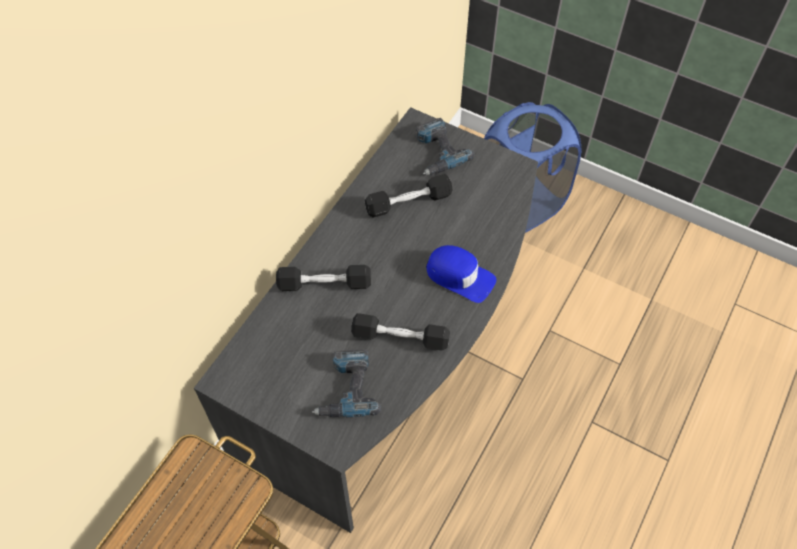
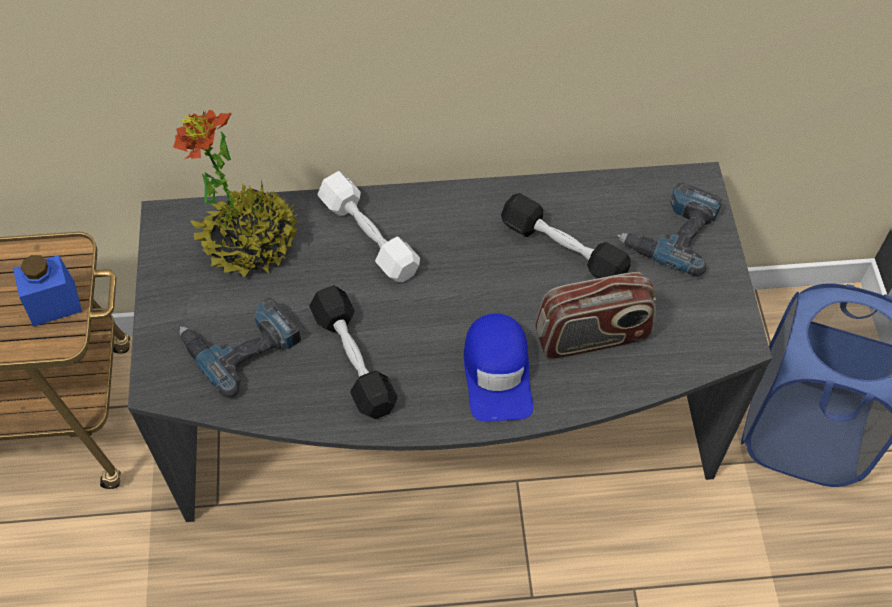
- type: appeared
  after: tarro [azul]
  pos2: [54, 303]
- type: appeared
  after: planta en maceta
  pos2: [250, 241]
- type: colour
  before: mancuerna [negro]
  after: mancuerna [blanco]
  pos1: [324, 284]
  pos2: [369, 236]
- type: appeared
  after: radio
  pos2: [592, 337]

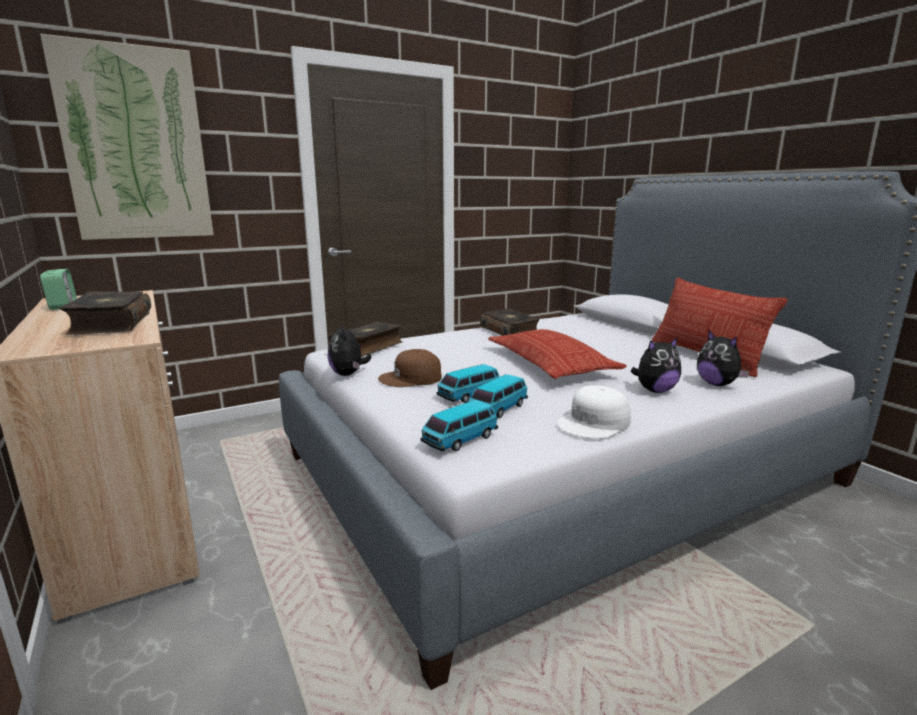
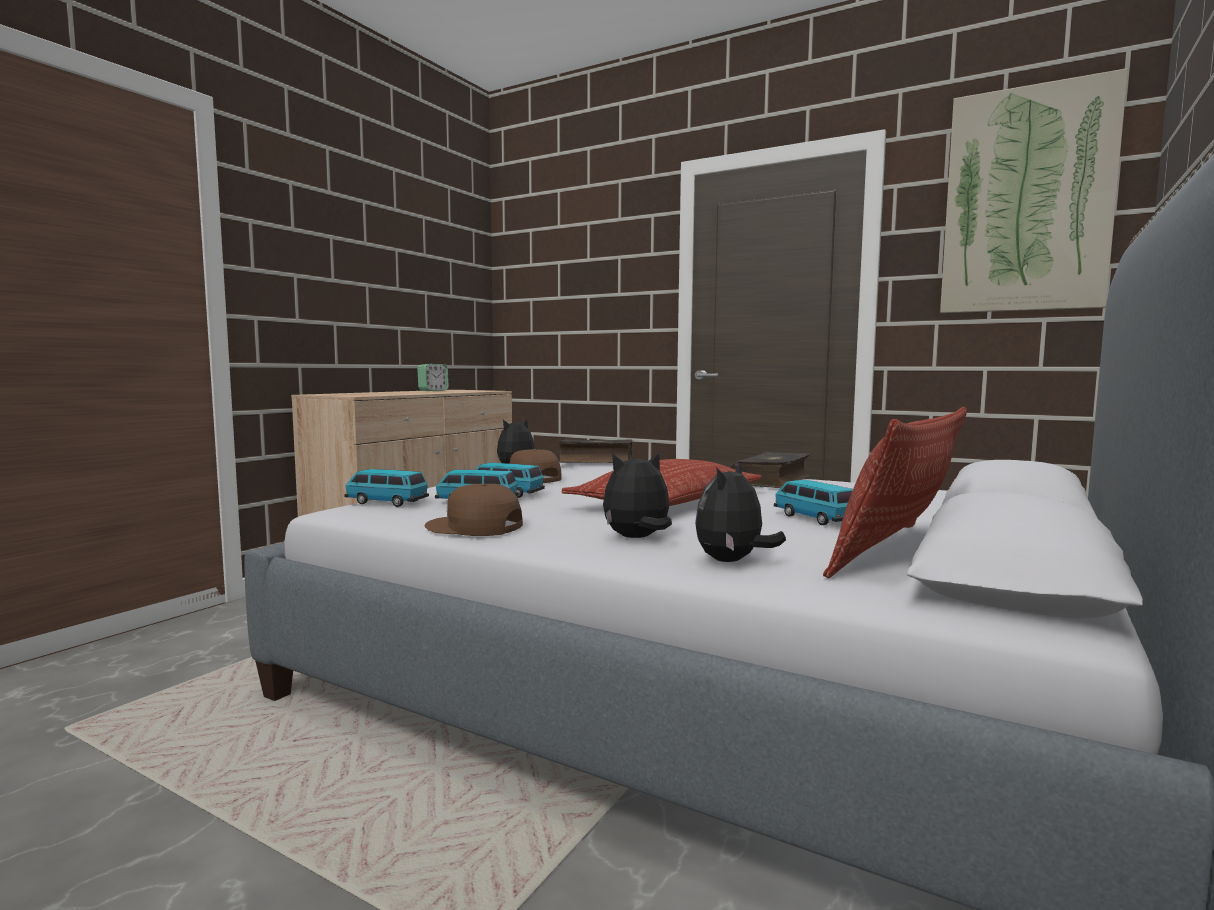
- type: colour
  before: gorra [blanco]
  after: gorra [marrón]
  pos1: [594, 423]
  pos2: [474, 527]
- type: spun
  before: peluche
  pos1: [655, 390]
  pos2: [637, 538]
  turn: 120
- type: appeared
  after: coche de juguete
  pos2: [815, 518]
- type: relocated
  before: cuadro
  pos1: [135, 145]
  pos2: [1027, 201]
- type: missing
  before: libro
  pos1: [110, 324]

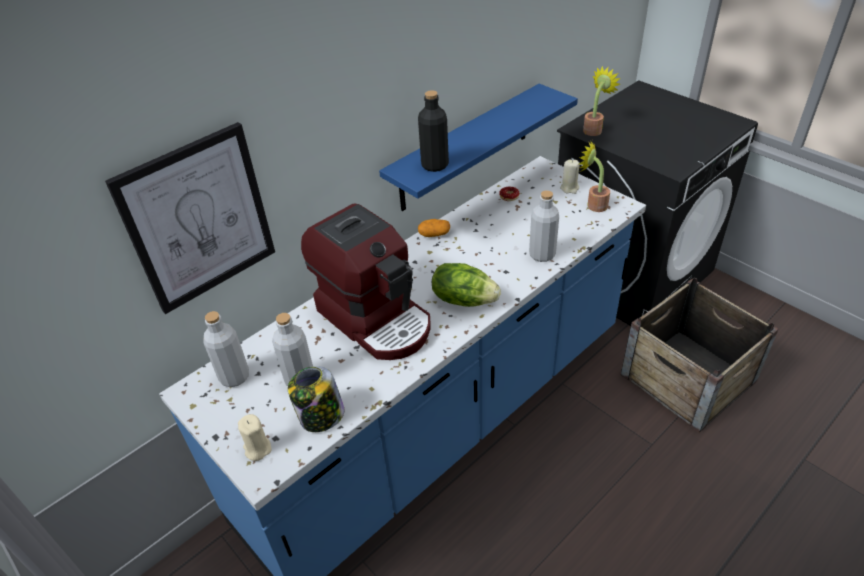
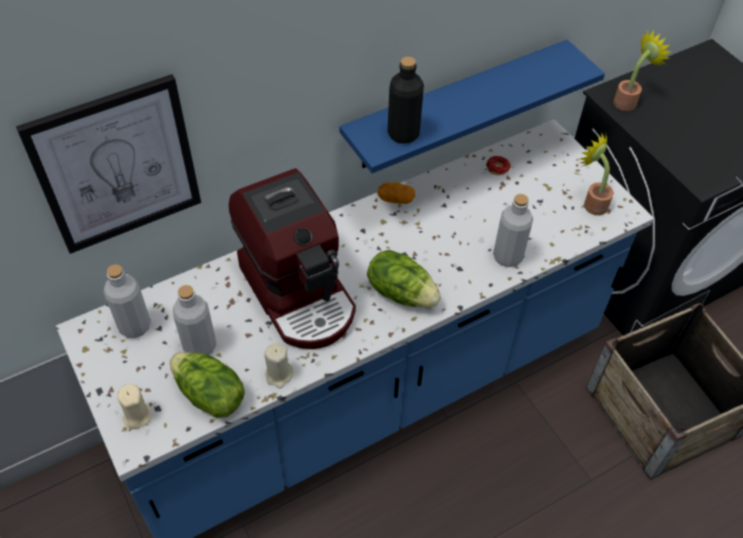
- type: exchanged
  before: tarro
  after: lechuga
  pos1: [321, 416]
  pos2: [209, 396]
- type: relocated
  before: vela [beis]
  pos1: [569, 188]
  pos2: [279, 375]

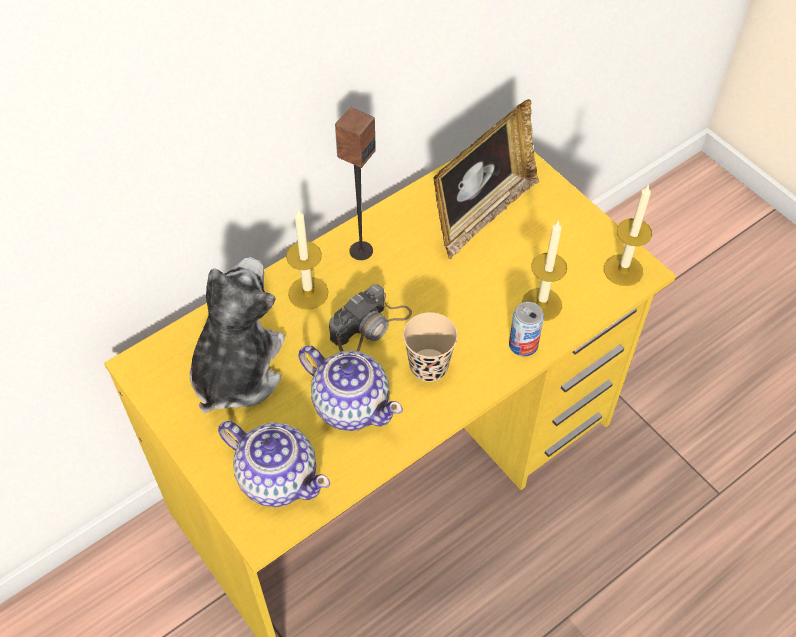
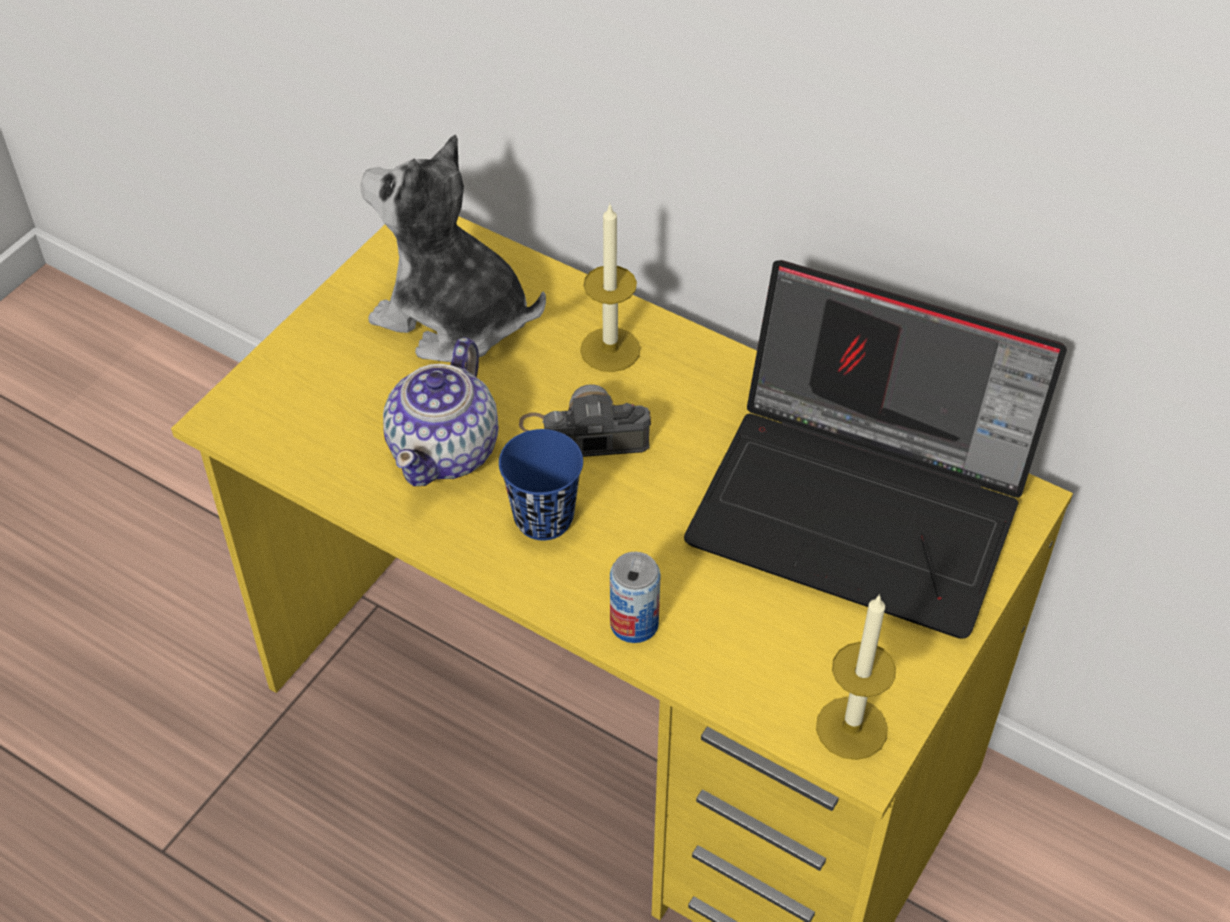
- type: spun
  before: peluche
  pos1: [237, 370]
  pos2: [453, 318]
  turn: -150
- type: colour
  before: taza [beis]
  after: taza [azul]
  pos1: [428, 366]
  pos2: [543, 518]
- type: spun
  before: cámara
  pos1: [370, 326]
  pos2: [585, 433]
  turn: 150
- type: exchanged
  before: portarretratos
  after: portátil
  pos1: [482, 213]
  pos2: [865, 506]
- type: missing
  before: tetera
  pos1: [277, 476]
- type: missing
  before: altavoz
  pos1: [360, 250]
- type: missing
  before: vela
  pos1: [541, 304]

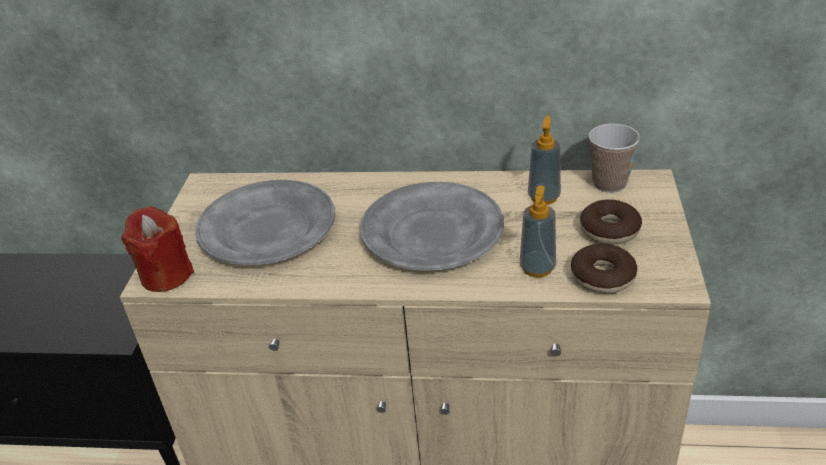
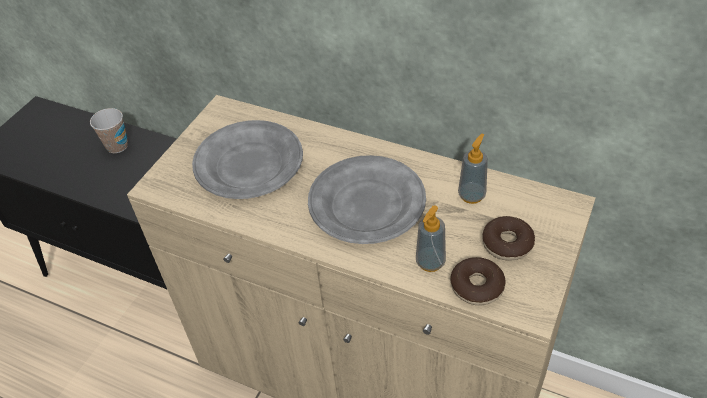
- type: relocated
  before: taza
  pos1: [609, 184]
  pos2: [117, 146]
- type: missing
  before: vela [rojo]
  pos1: [166, 275]

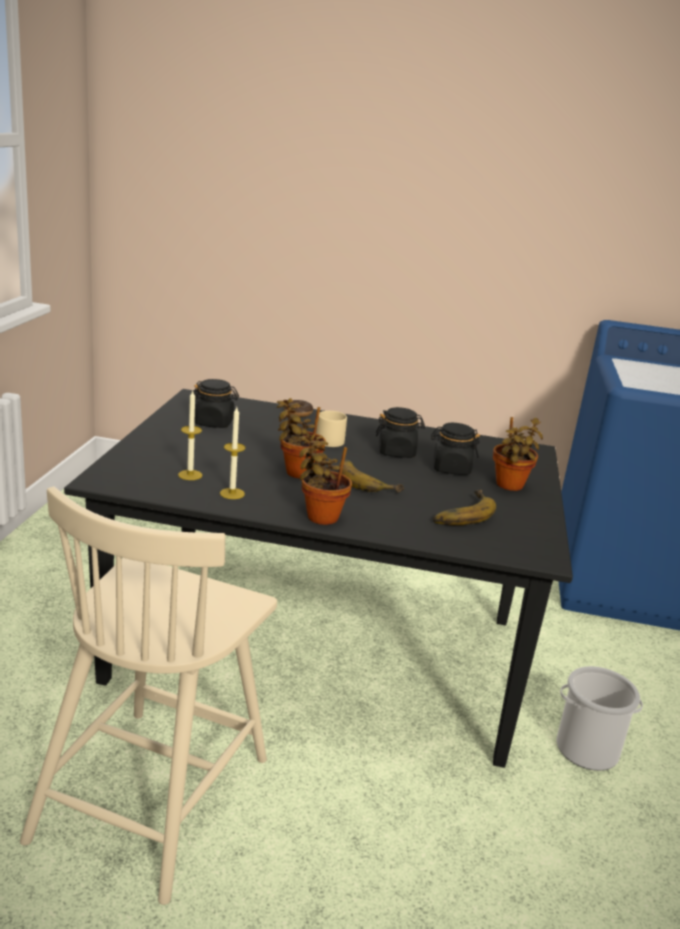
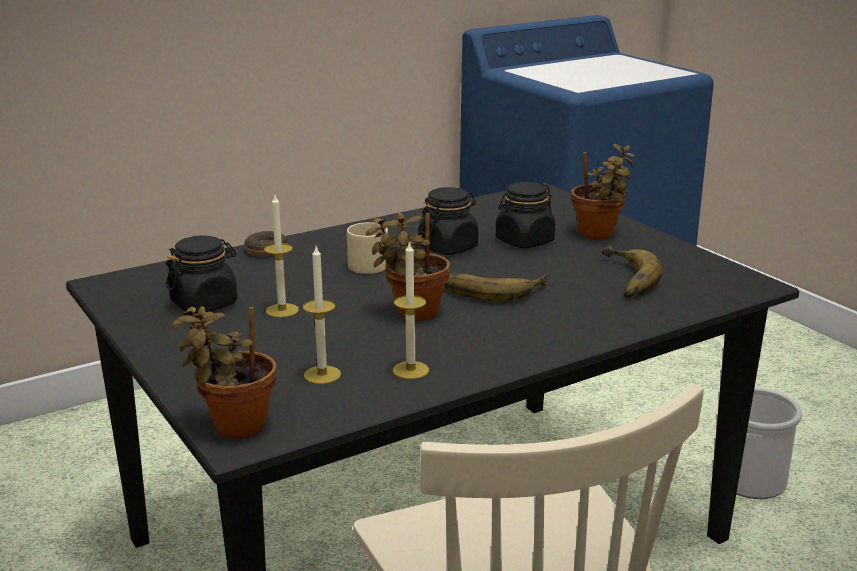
- type: relocated
  before: planta en maceta
  pos1: [320, 516]
  pos2: [234, 426]
- type: appeared
  after: vela
  pos2: [282, 310]

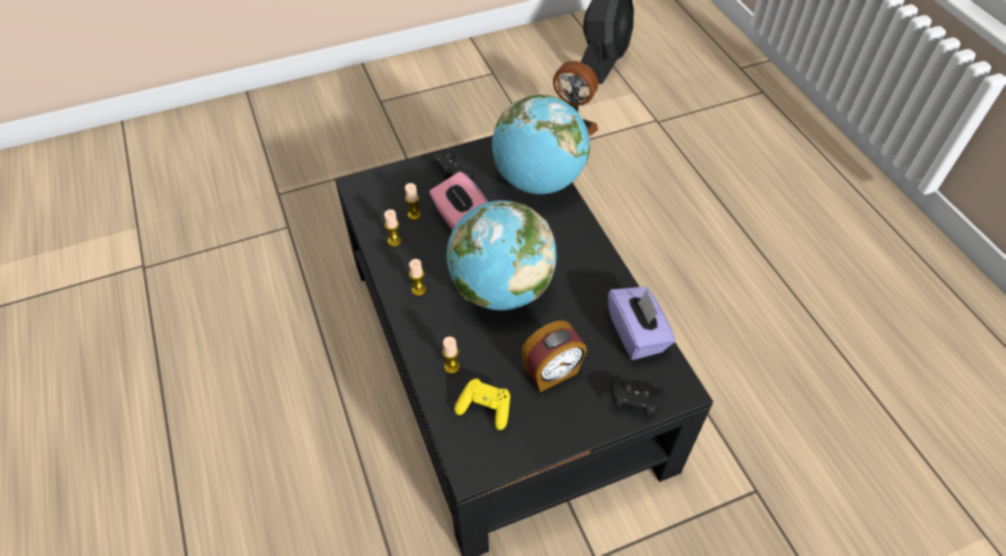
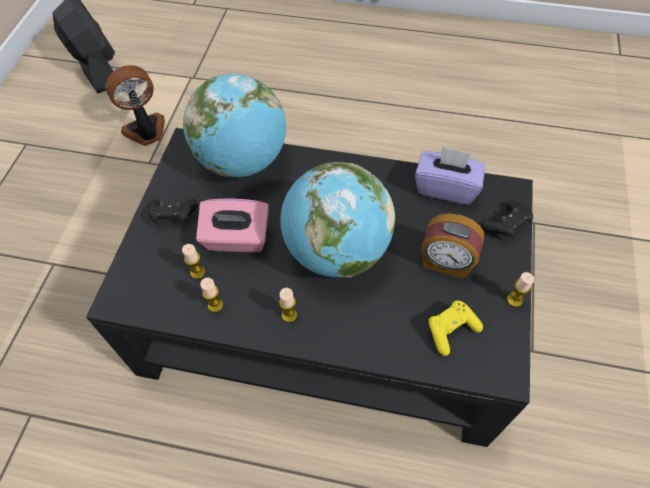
- type: spun
  before: despertador
  pos1: [552, 373]
  pos2: [446, 263]
  turn: 105
- type: relocated
  before: vela
  pos1: [452, 367]
  pos2: [514, 300]

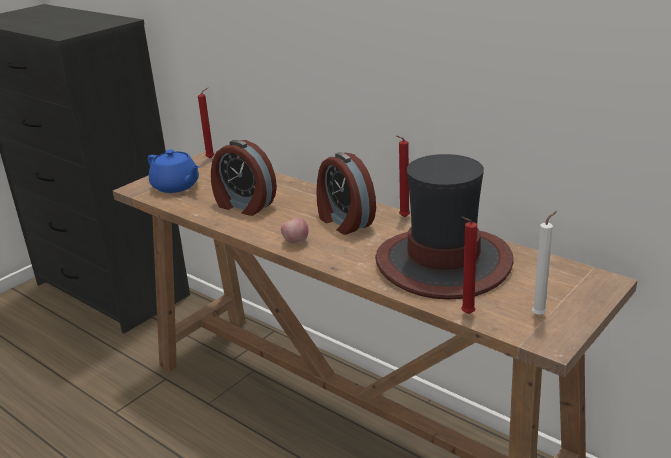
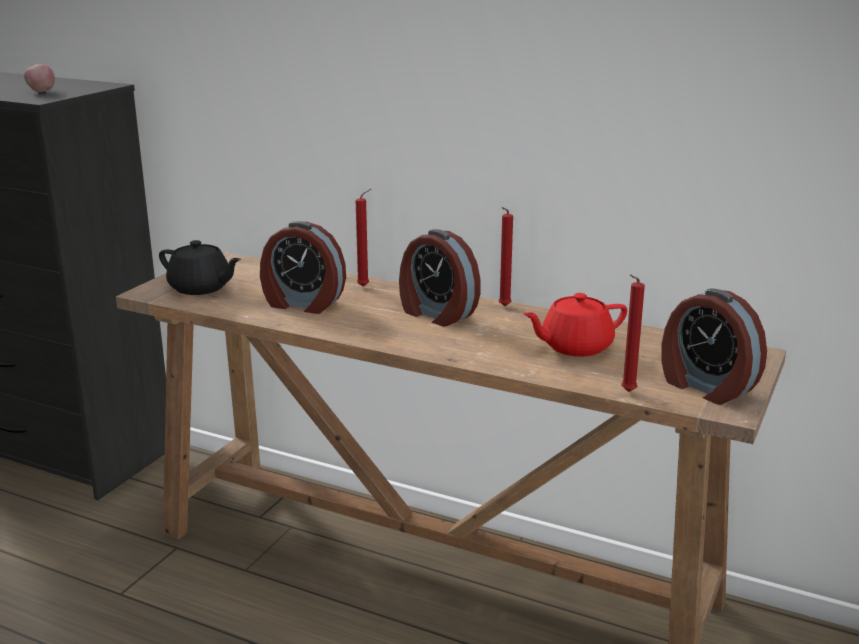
- type: relocated
  before: manzana
  pos1: [295, 242]
  pos2: [41, 92]
- type: colour
  before: tetera [azul]
  after: tetera [negro]
  pos1: [176, 186]
  pos2: [201, 288]
- type: relocated
  before: vela [rojo]
  pos1: [212, 158]
  pos2: [365, 286]
- type: exchanged
  before: sombrero
  after: tetera [rojo]
  pos1: [443, 263]
  pos2: [575, 347]
- type: exchanged
  before: vela [blanco]
  after: despertador
  pos1: [540, 314]
  pos2: [705, 387]

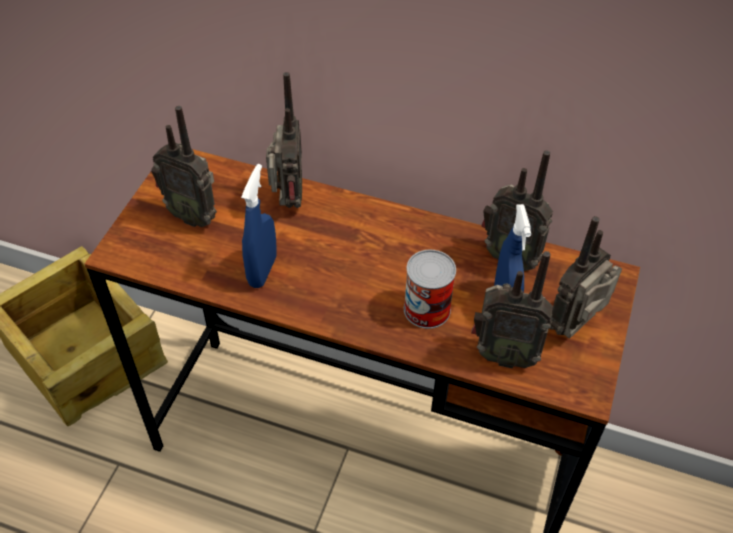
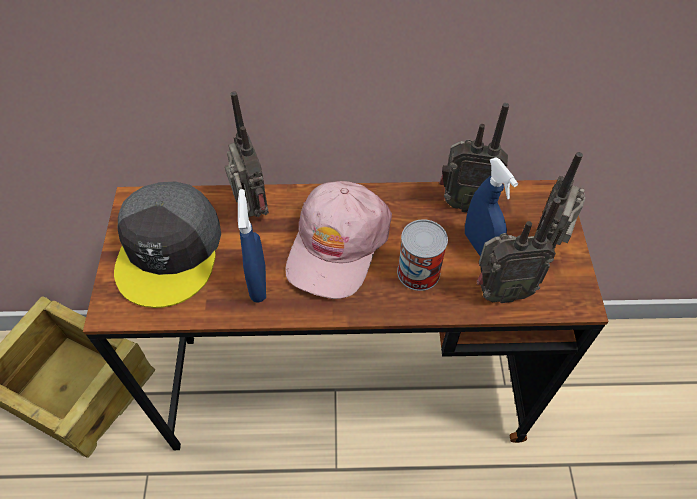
- type: exchanged
  before: radio
  after: gorra [gris]
  pos1: [193, 215]
  pos2: [170, 250]
- type: appeared
  after: gorra [rosa]
  pos2: [337, 245]

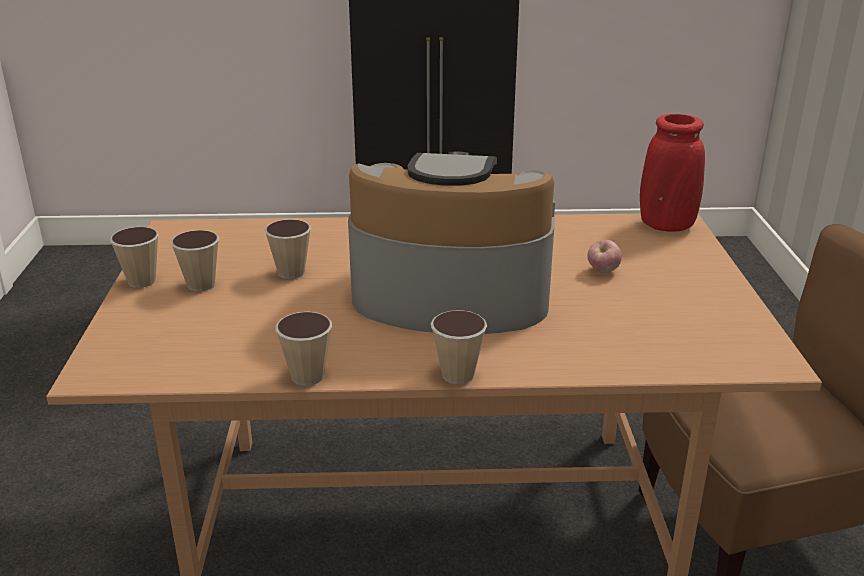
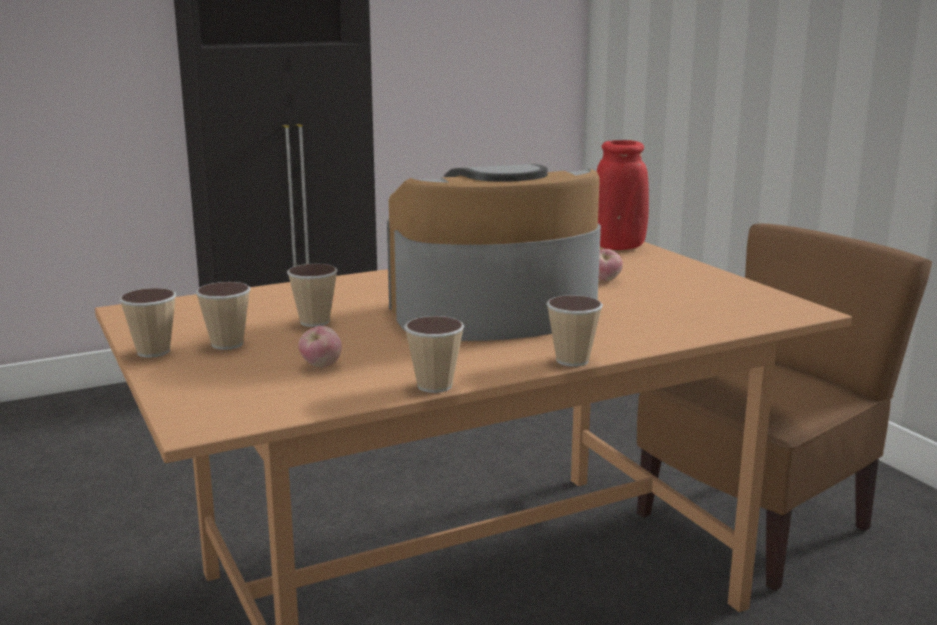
- type: appeared
  after: manzana
  pos2: [321, 366]

